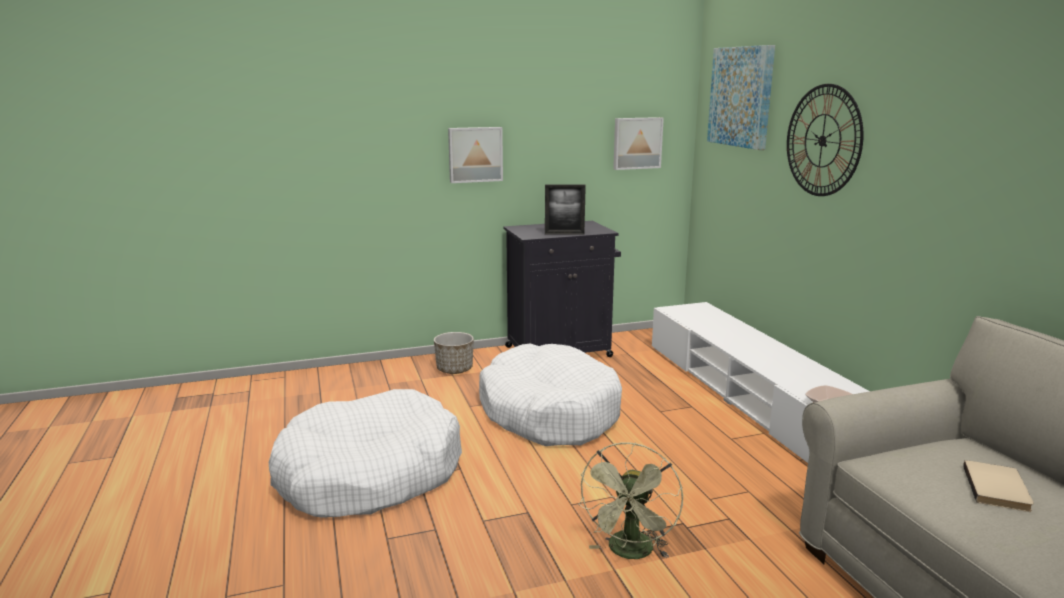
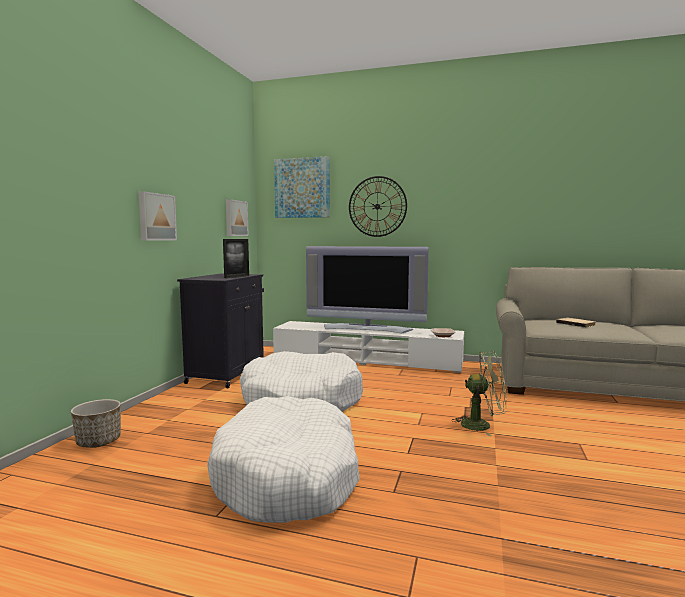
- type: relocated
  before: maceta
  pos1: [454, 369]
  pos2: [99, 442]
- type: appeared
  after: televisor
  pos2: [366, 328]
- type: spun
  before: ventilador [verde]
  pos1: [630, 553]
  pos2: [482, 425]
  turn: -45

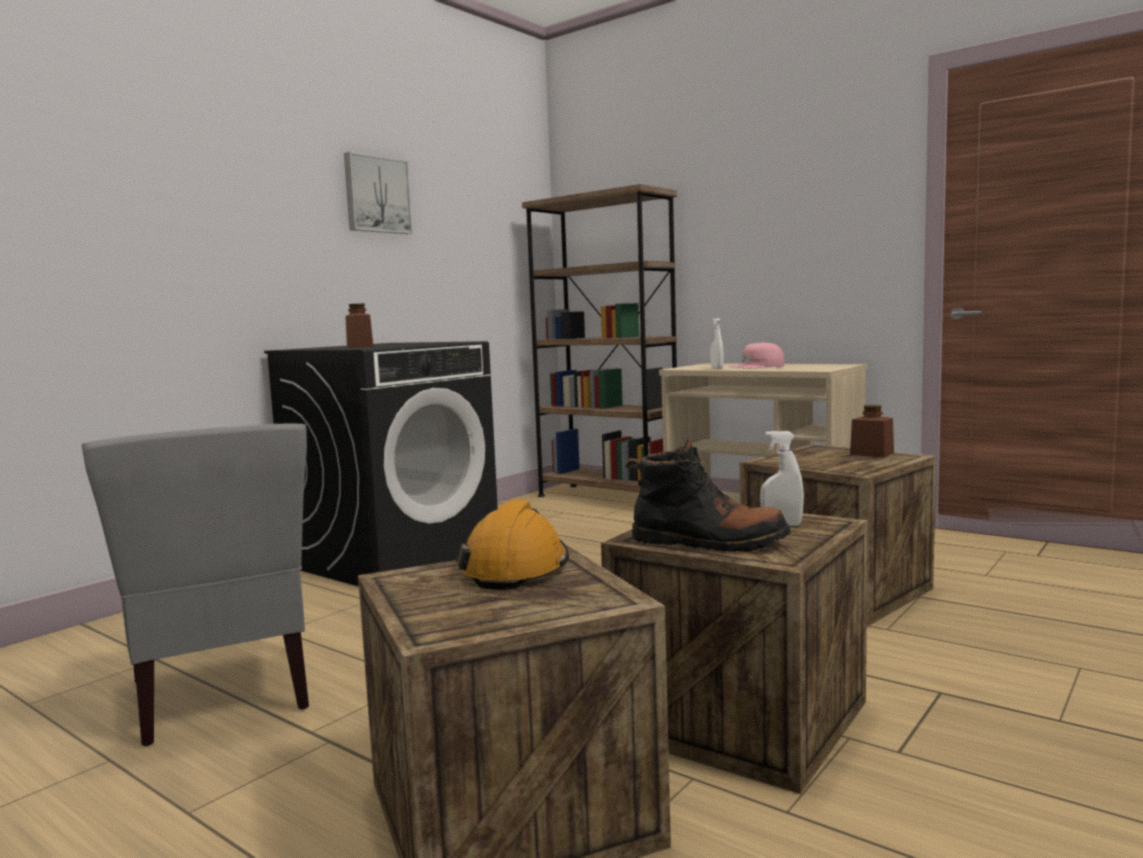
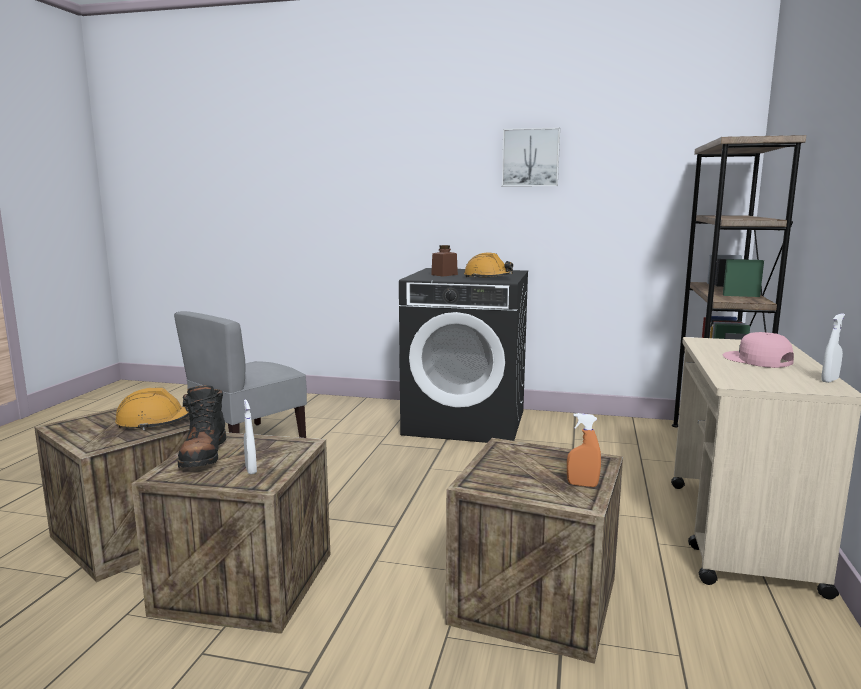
- type: appeared
  after: casco [naranja]
  pos2: [488, 278]
- type: exchanged
  before: tarro [marrón]
  after: pulverizador [naranja]
  pos1: [872, 454]
  pos2: [582, 485]
- type: relocated
  before: pulverizador [blanco]
  pos1: [717, 368]
  pos2: [829, 380]

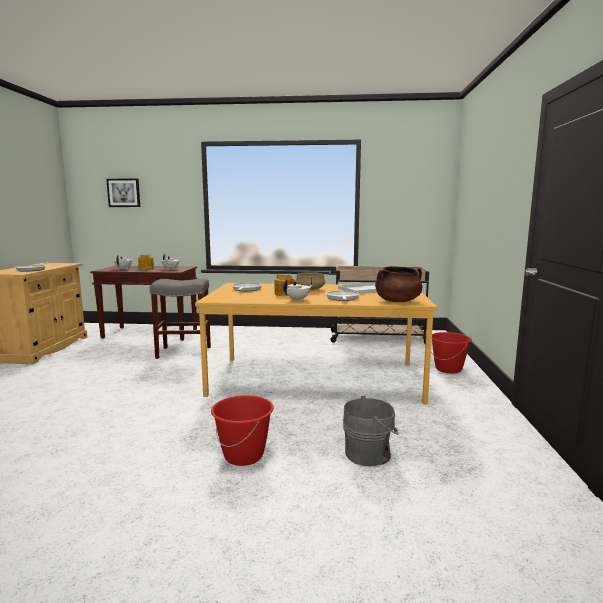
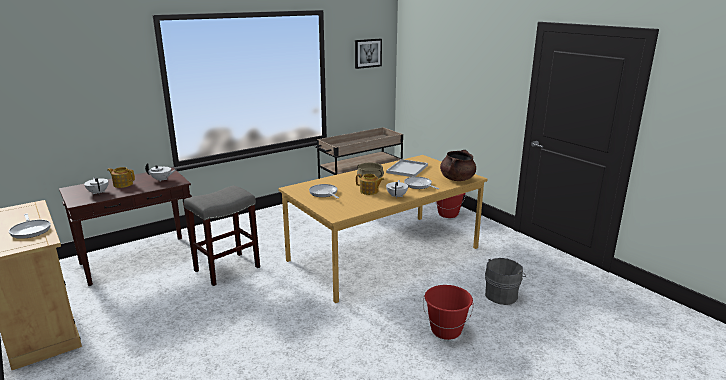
- type: relocated
  before: cuadro
  pos1: [124, 193]
  pos2: [367, 53]

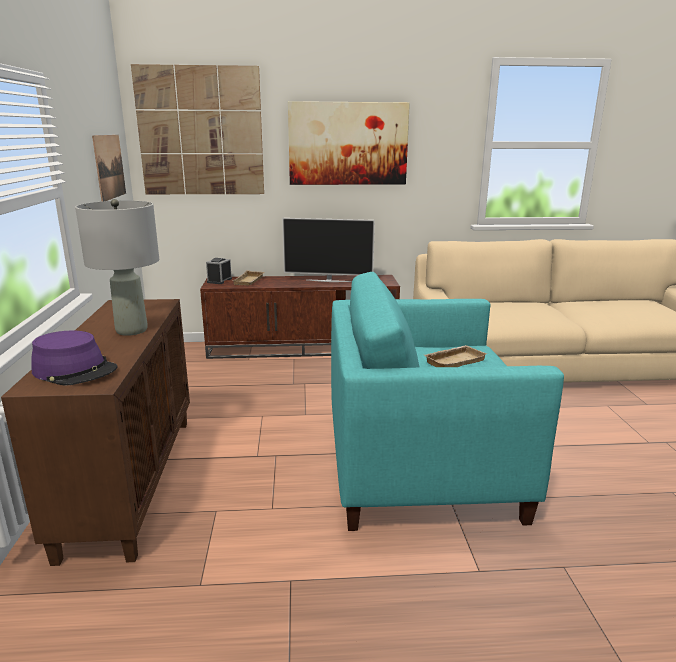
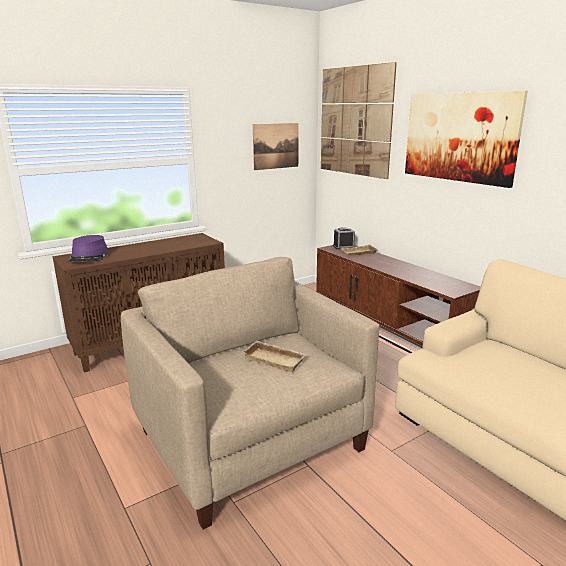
- type: colour
  before: sillón [turquesa]
  after: sillón [beis]
  pos1: [421, 465]
  pos2: [251, 440]
- type: missing
  before: lámpara de mesa [gris]
  pos1: [132, 330]
- type: missing
  before: televisor
  pos1: [328, 280]

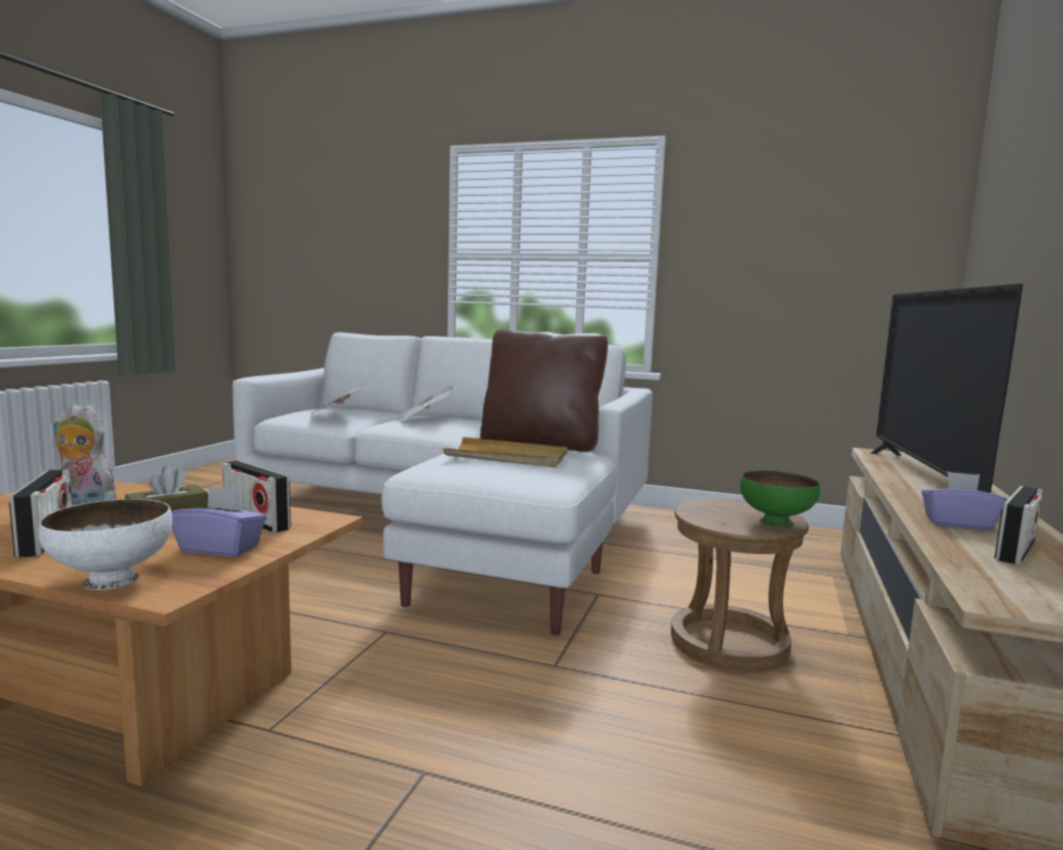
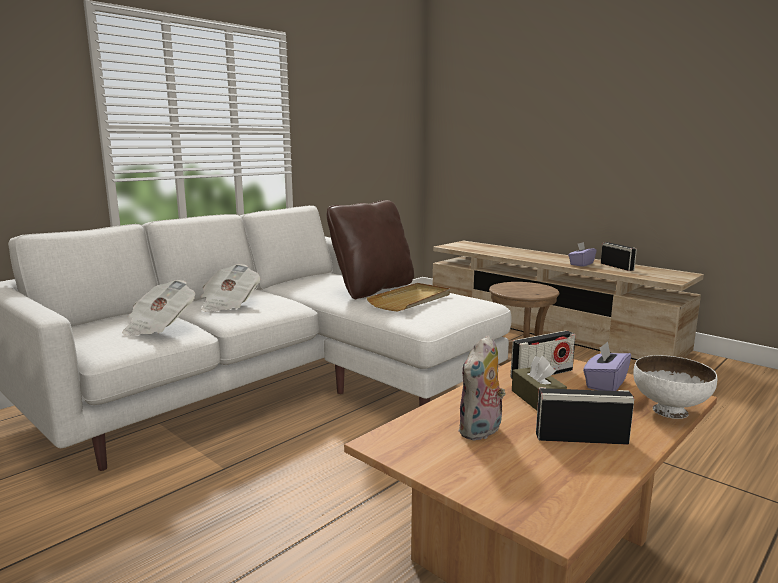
- type: missing
  before: cuenco [verde]
  pos1: [775, 523]
- type: missing
  before: televisor
  pos1: [923, 477]

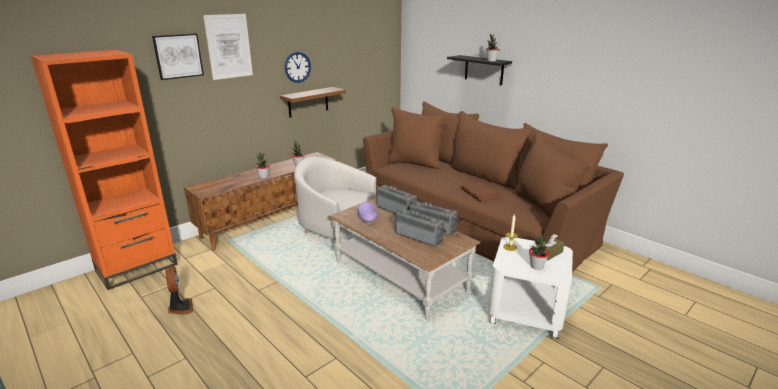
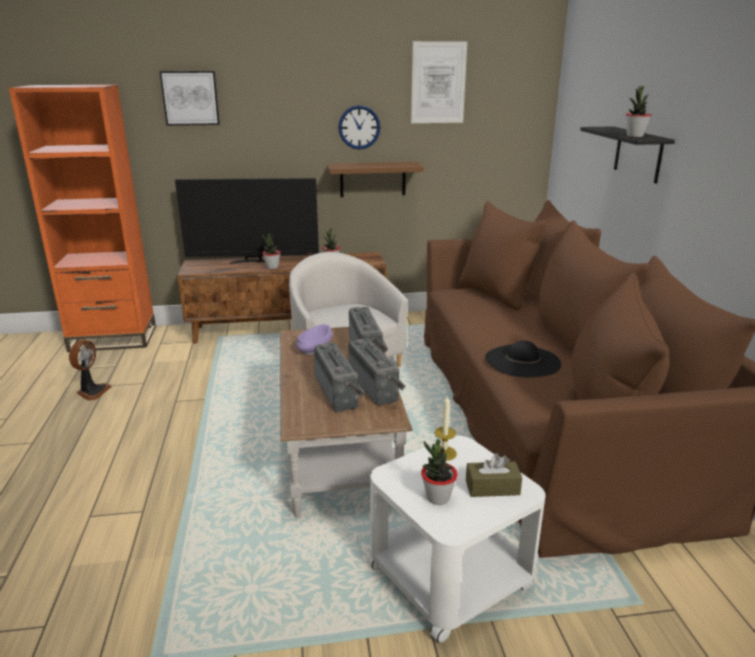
- type: appeared
  after: televisor
  pos2: [253, 261]
- type: relocated
  before: cuadro
  pos1: [228, 46]
  pos2: [438, 83]
- type: exchanged
  before: libro [marrón]
  after: sombrero [negro]
  pos1: [480, 193]
  pos2: [522, 361]

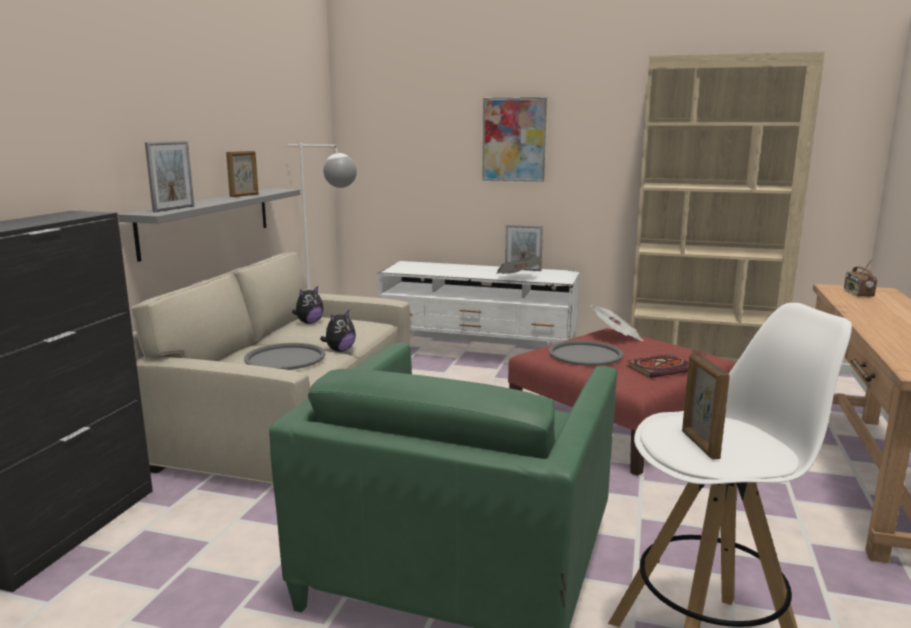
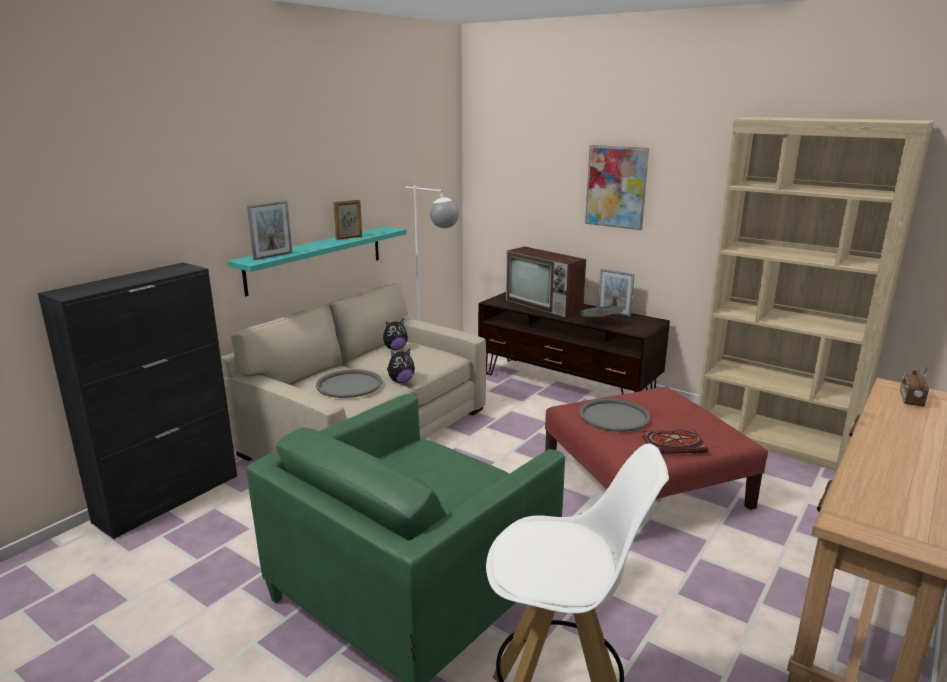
- type: colour
  before: estante [gris]
  after: estante [turquesa]
  pos1: [208, 220]
  pos2: [316, 258]
- type: colour
  before: mueble de televisión [blanco]
  after: mueble de televisión [marrón]
  pos1: [478, 353]
  pos2: [566, 385]
- type: appeared
  after: televisor
  pos2: [545, 305]
- type: missing
  before: periódico
  pos1: [616, 337]
- type: missing
  before: portarretratos
  pos1: [699, 445]

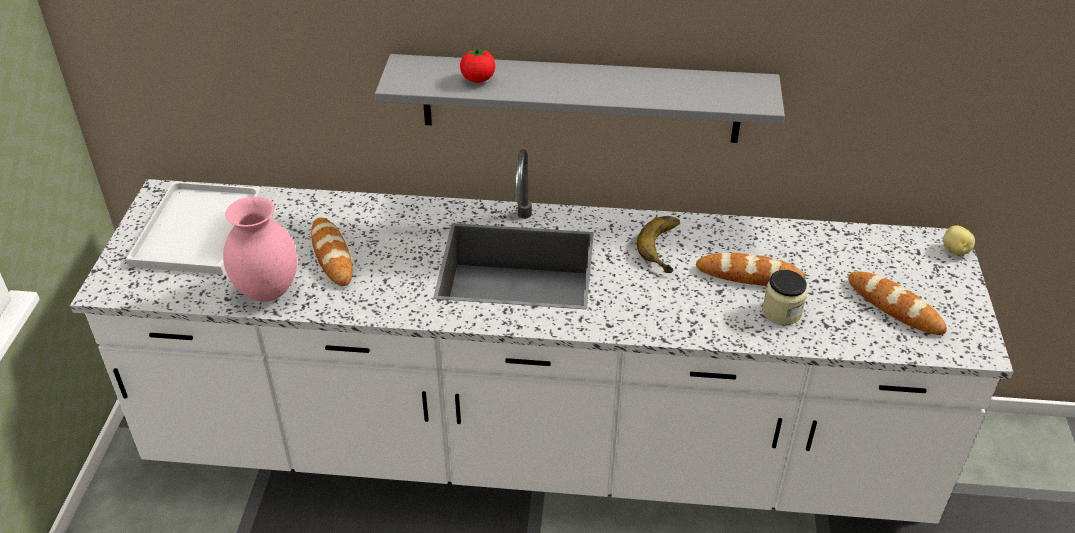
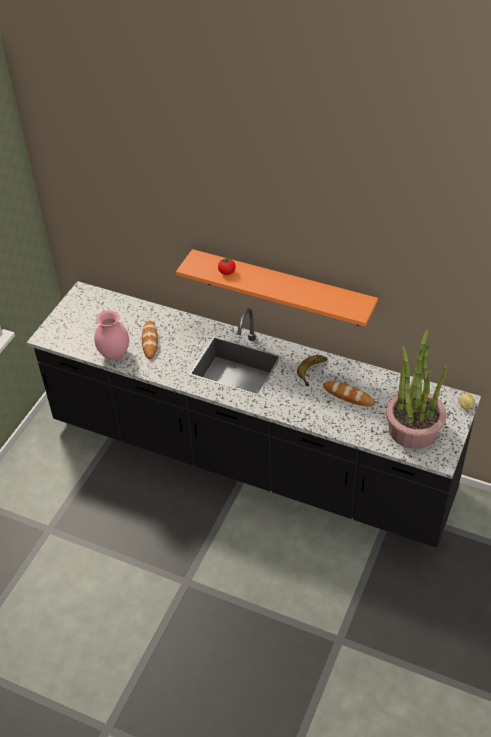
- type: colour
  before: mueble bajo de cocina [blanco]
  after: mueble bajo de cocina [negro]
  pos1: [536, 449]
  pos2: [249, 459]
- type: colour
  before: estante [gris]
  after: estante [naranja]
  pos1: [580, 98]
  pos2: [282, 288]
- type: exchanged
  before: pan
  after: planta en maceta
  pos1: [894, 307]
  pos2: [413, 429]
- type: missing
  before: bandeja [blanco]
  pos1: [198, 231]
- type: missing
  before: tarro
  pos1: [781, 312]

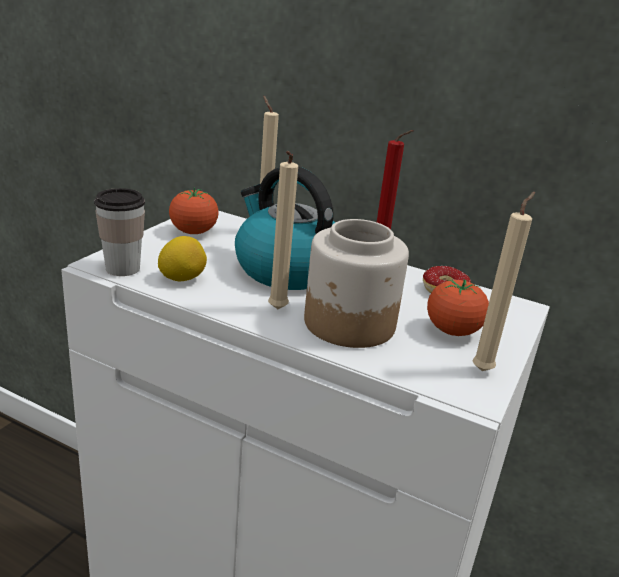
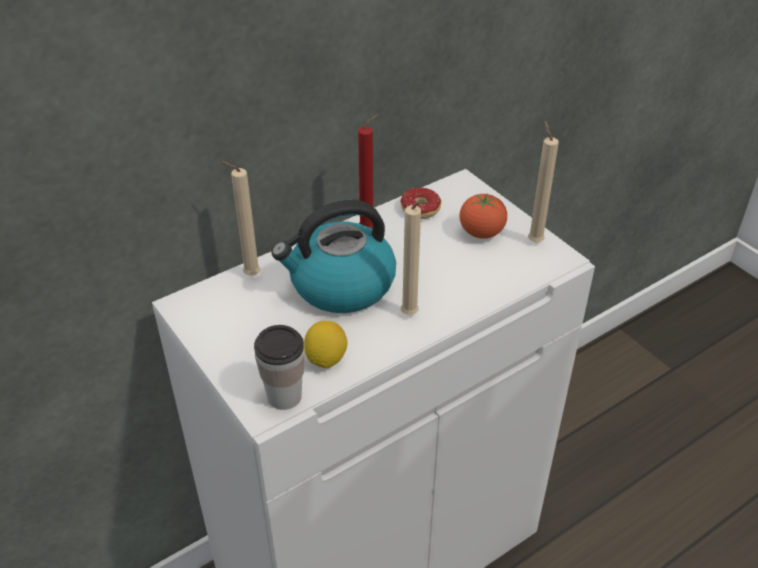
- type: missing
  before: tomate
  pos1: [193, 232]
- type: missing
  before: tarro
  pos1: [349, 324]

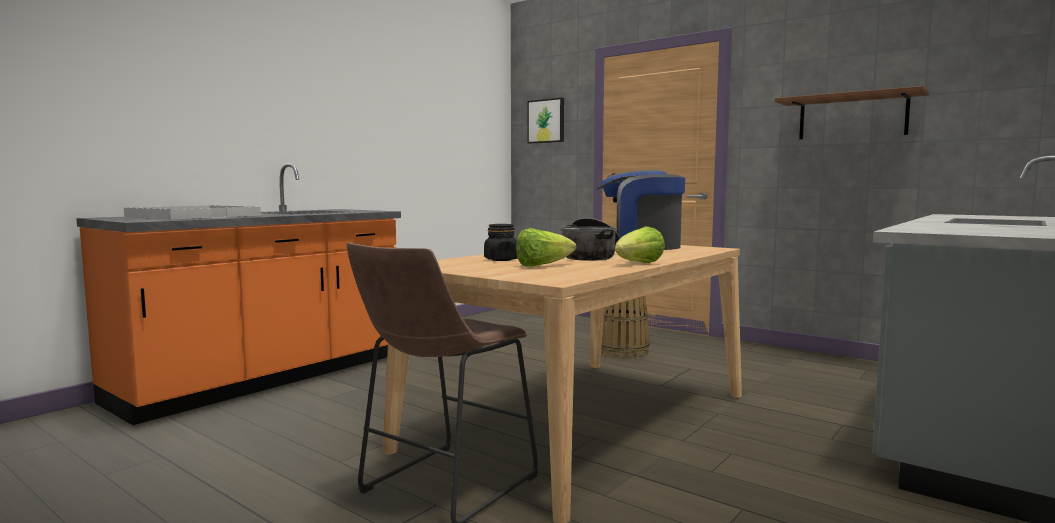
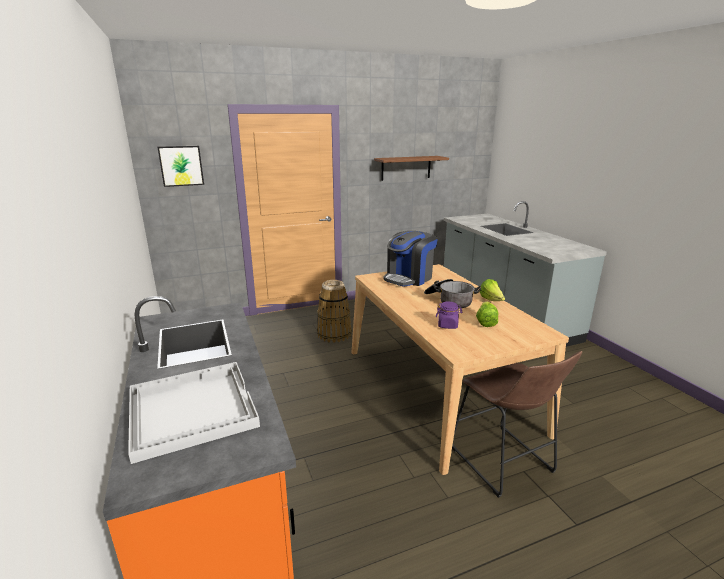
- type: colour
  before: tarro [negro]
  after: tarro [morado]
  pos1: [501, 260]
  pos2: [448, 325]

